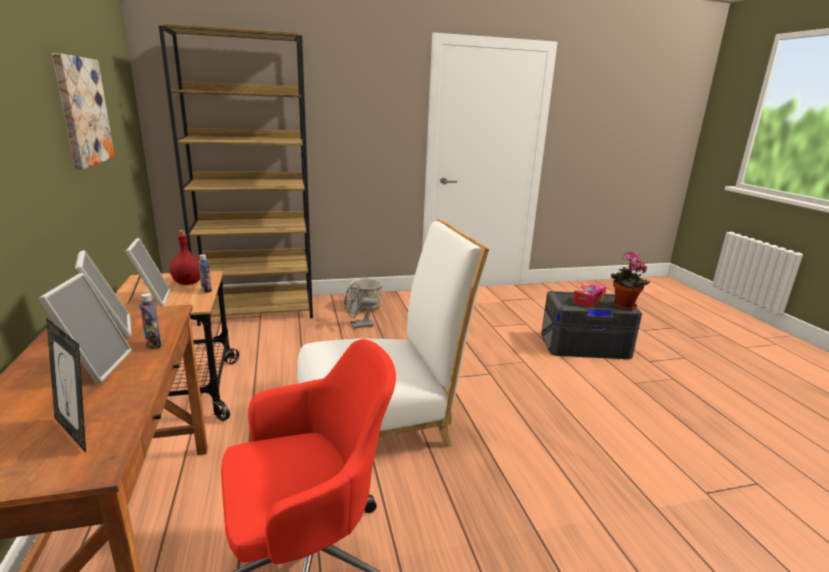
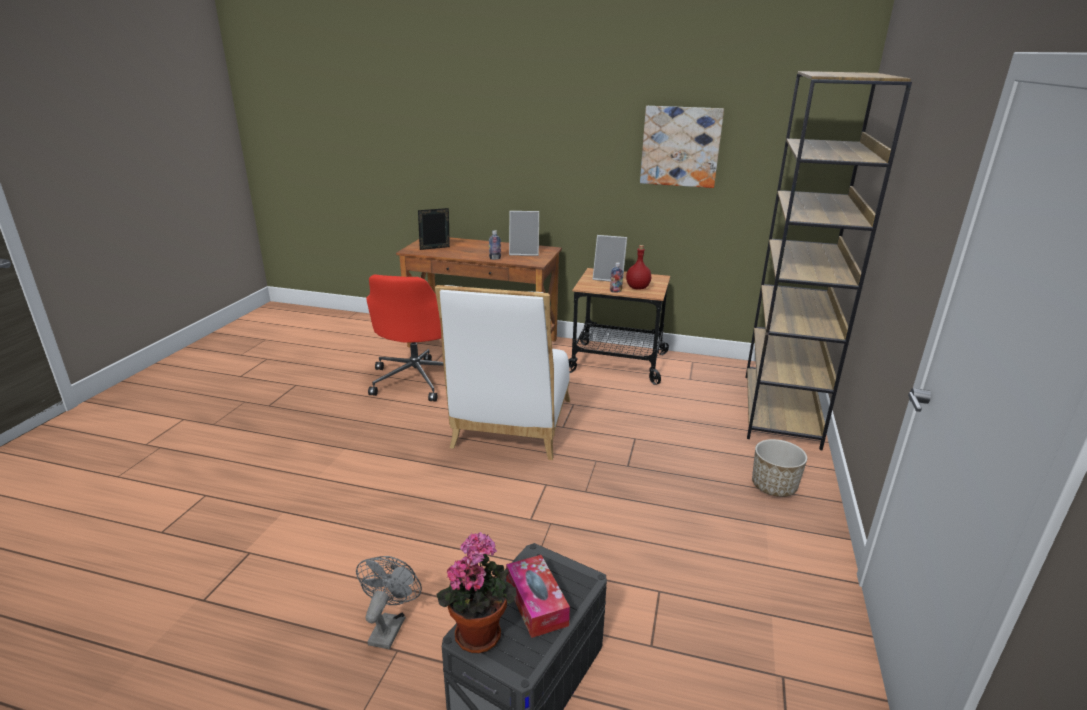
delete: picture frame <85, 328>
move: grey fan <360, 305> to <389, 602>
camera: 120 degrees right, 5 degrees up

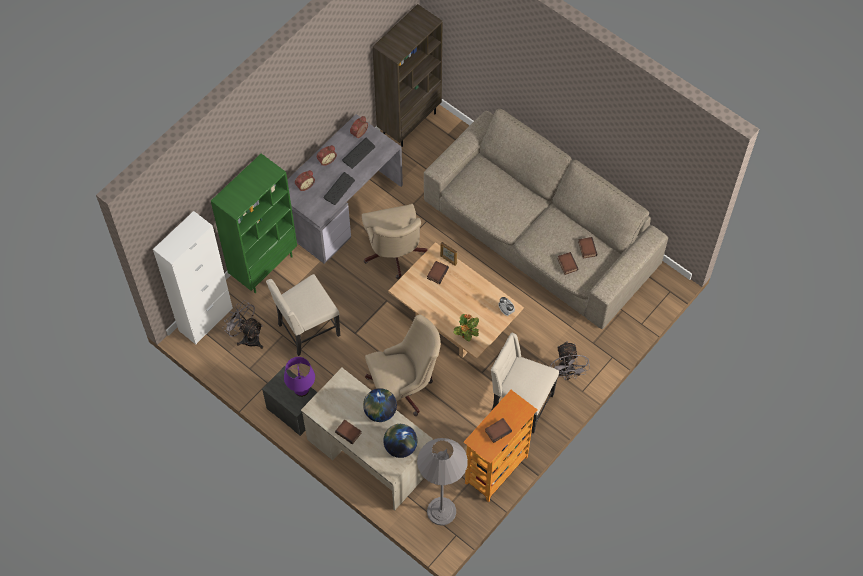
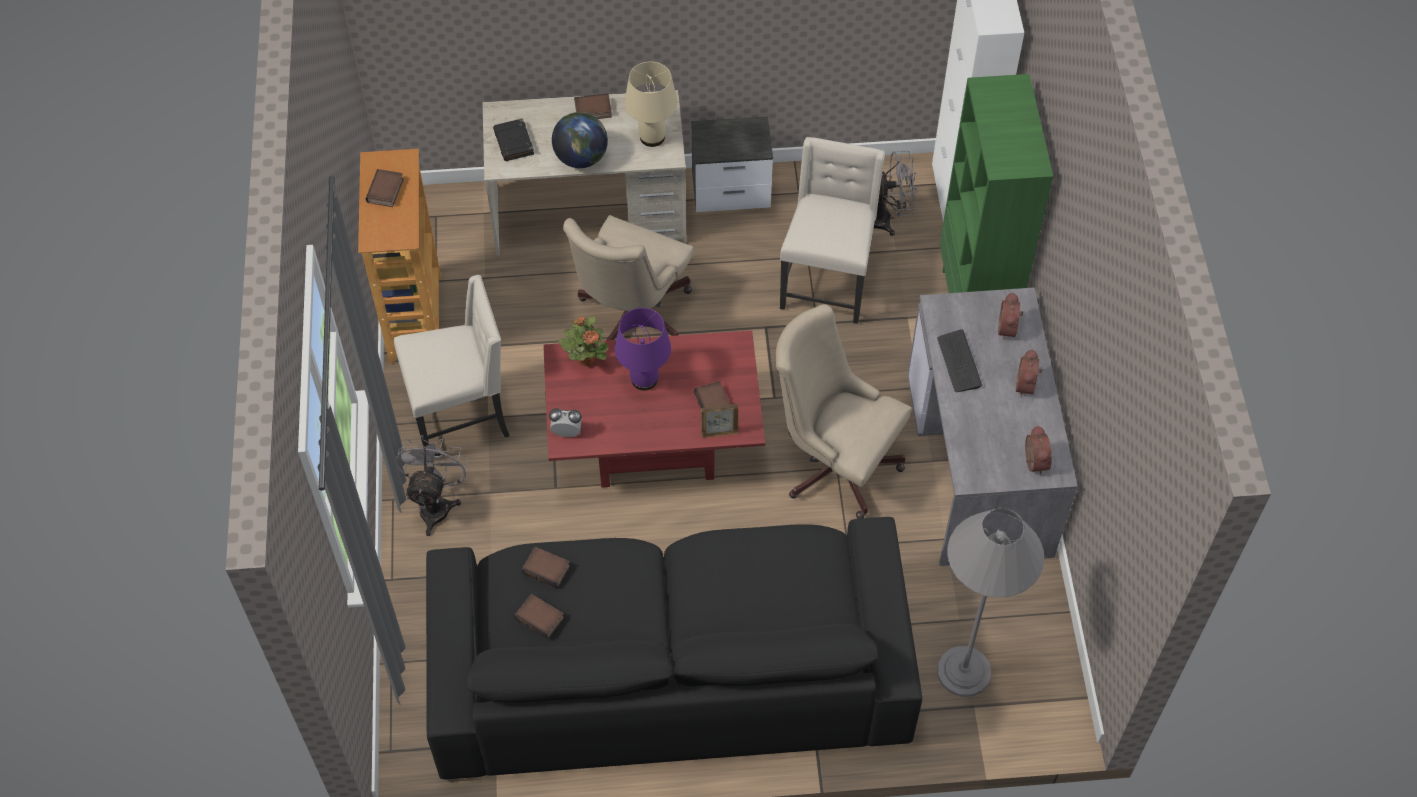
delete: keyboard <359, 153>; brown bookcase <407, 75>
insert: beige table lamp <651, 104>
move: purple table lamp <299, 377> to <643, 349>; grey floor lamp <442, 481> to <991, 602>
replace: globe <400, 441> to black book <513, 139>
recolor: beige coffee table <456, 300> to red coffee table <654, 409>; beige sofa <546, 218> to black sofa <674, 648>
rotate: grey fan <570, 361> = <432, 485> 60 degrees clockwise
camera: 135 degrees right, 5 degrees down

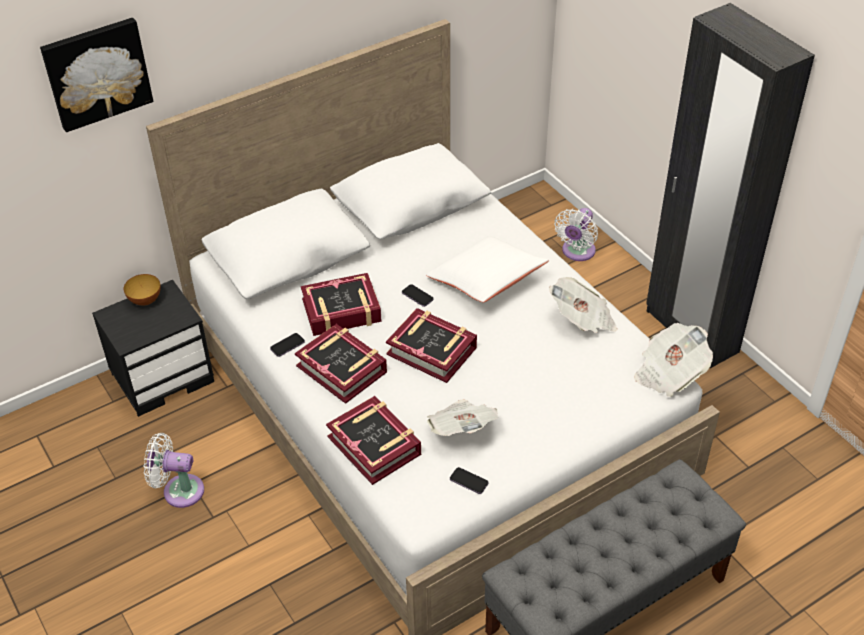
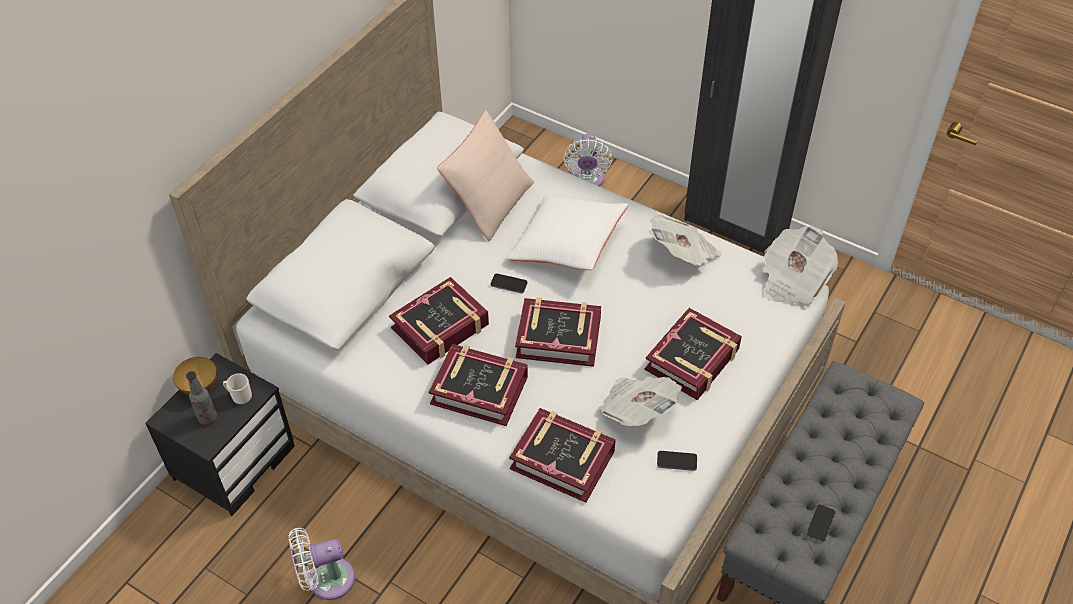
delete: picture <96, 75>
insert: bottle <201, 398>; mug <237, 388>; beige pillow <485, 175>; book <693, 354>
move: phone <287, 345> to <820, 523>
camera: 25 degrees left, 5 degrees up

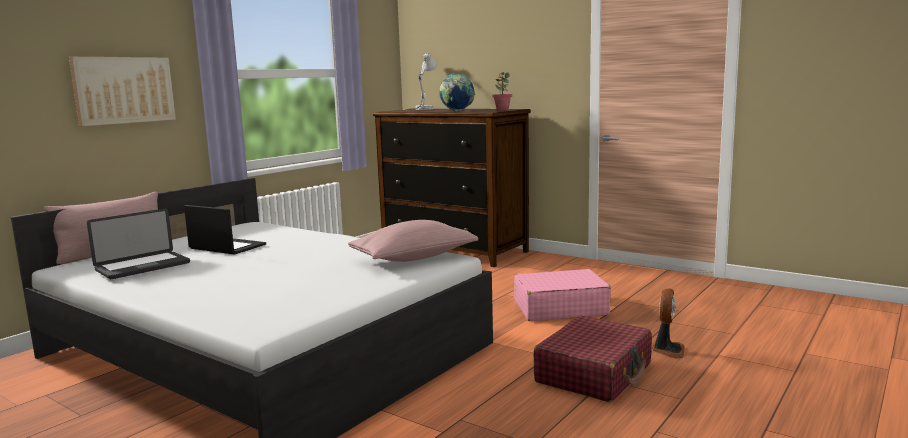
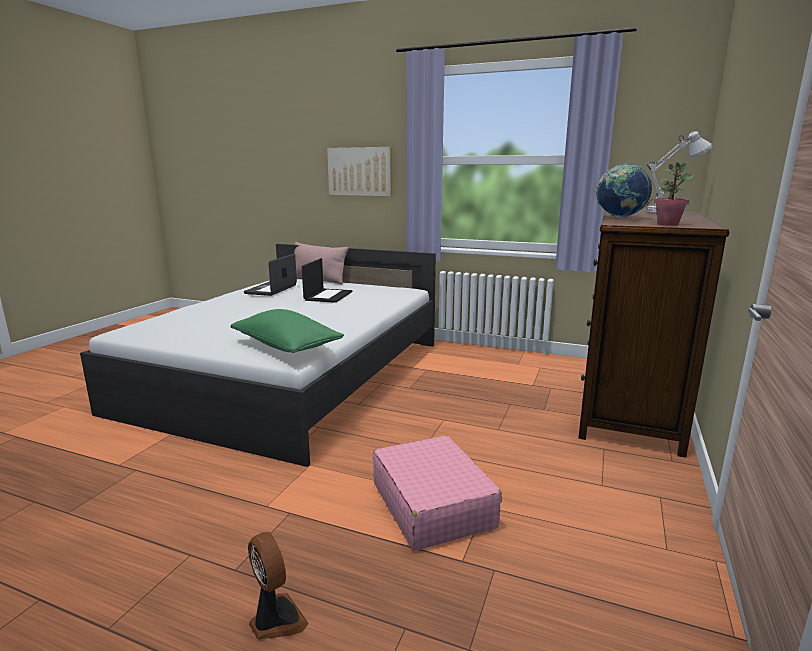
delete: red suitcase <592, 359>
recolor: pink pillow <413, 241> to green pillow <287, 331>
rotate: laptop <138, 244> = <270, 275> 75 degrees clockwise; fan <668, 323> = <278, 585> 135 degrees counterclockwise
camera: 75 degrees right, 5 degrees up

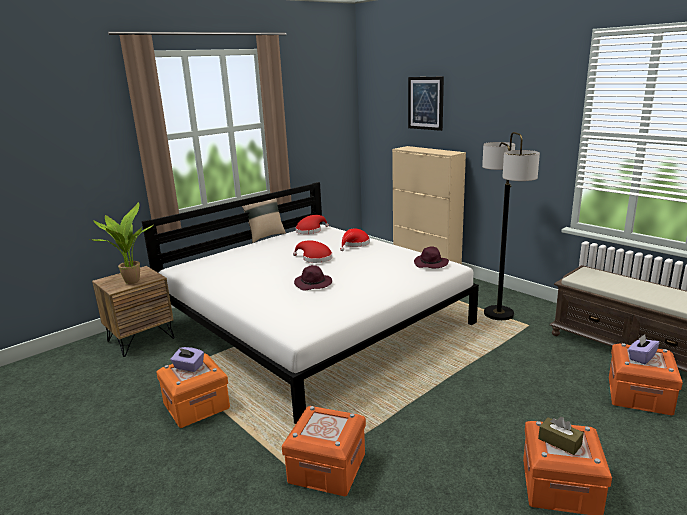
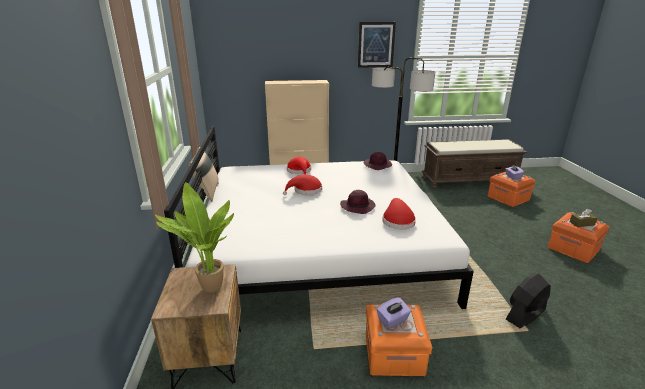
move: red hat <312, 224> to <399, 213>; picture <426, 104> to <377, 45>
replace: orange storage box <324, 451> to black fan <528, 301>
camera: 55 degrees left, 5 degrees up

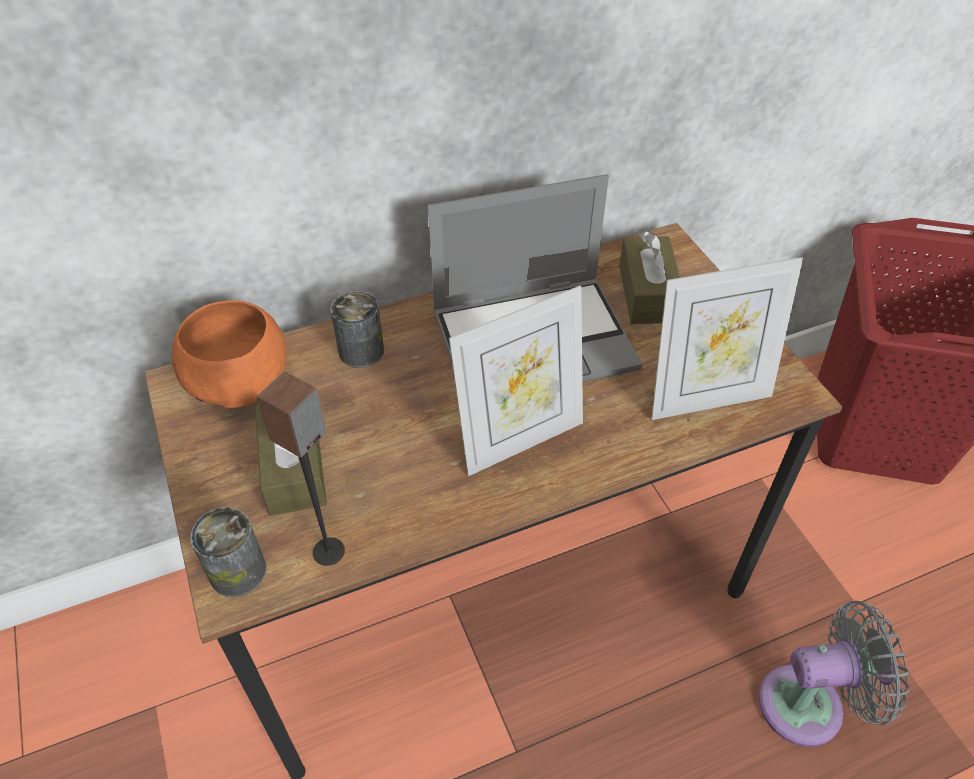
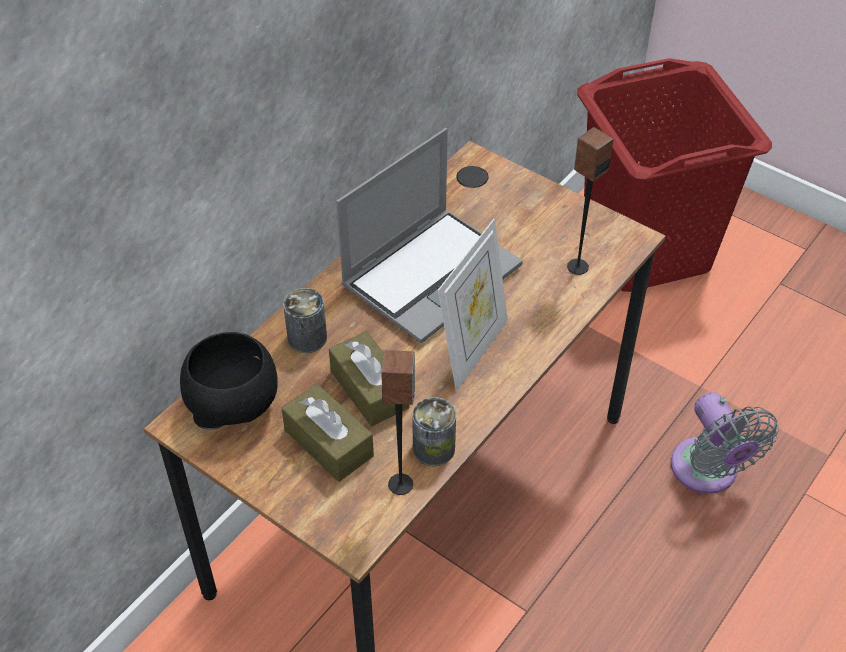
move: can <228, 552> to <434, 431>; brown tissue box <649, 277> to <369, 378>
replace: picture frame <727, 338> to speaker <590, 201>
recolor: orange bowl <229, 354> to black bowl <229, 378>
rotate: grey fan <834, 674> = <725, 443> 105 degrees clockwise
camera: 30 degrees left, 0 degrees up

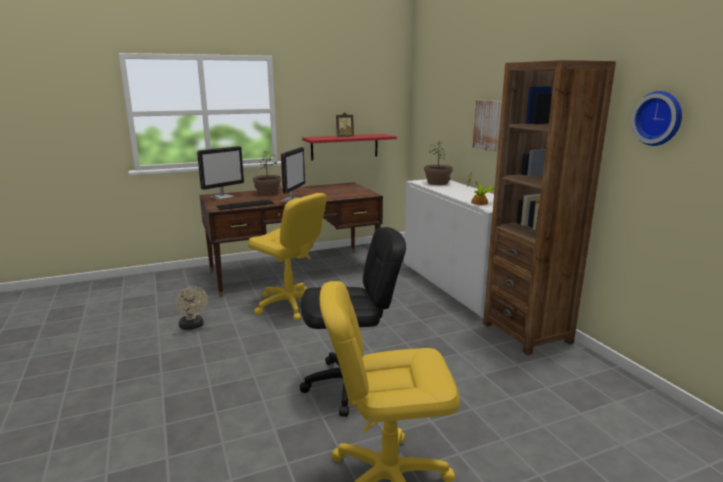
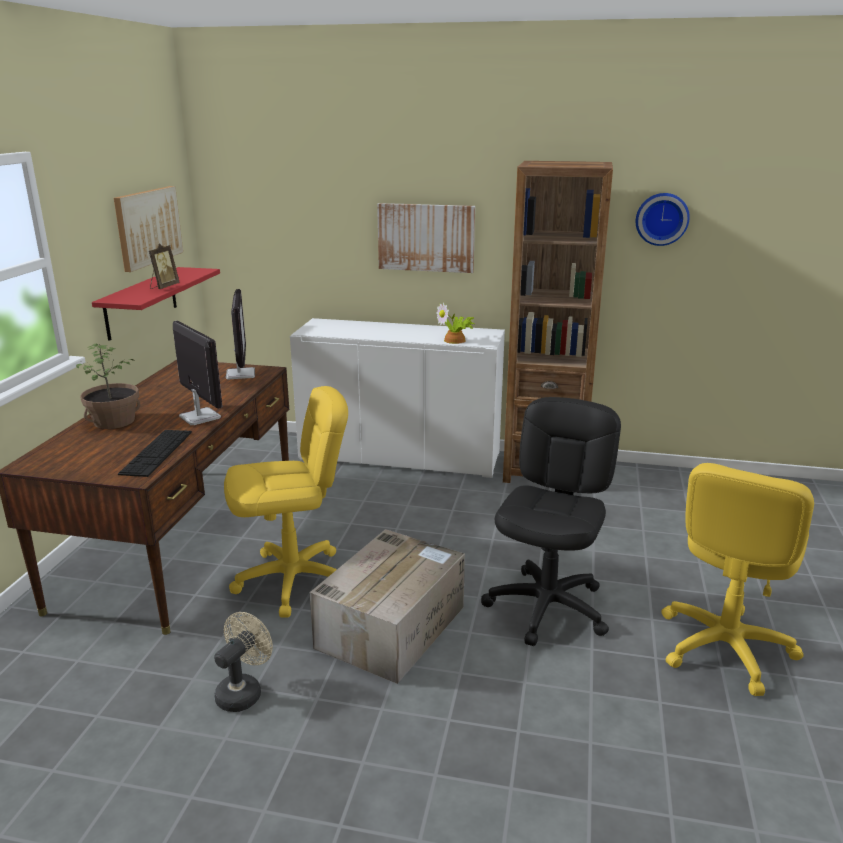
delete: potted plant <438, 163>
insert: picture <148, 229>; cardboard box <387, 606>
move: monitor <220, 173> to <240, 334>
rotate: beige fan <191, 308> = <243, 662> 60 degrees counterclockwise
camera: 55 degrees left, 5 degrees up

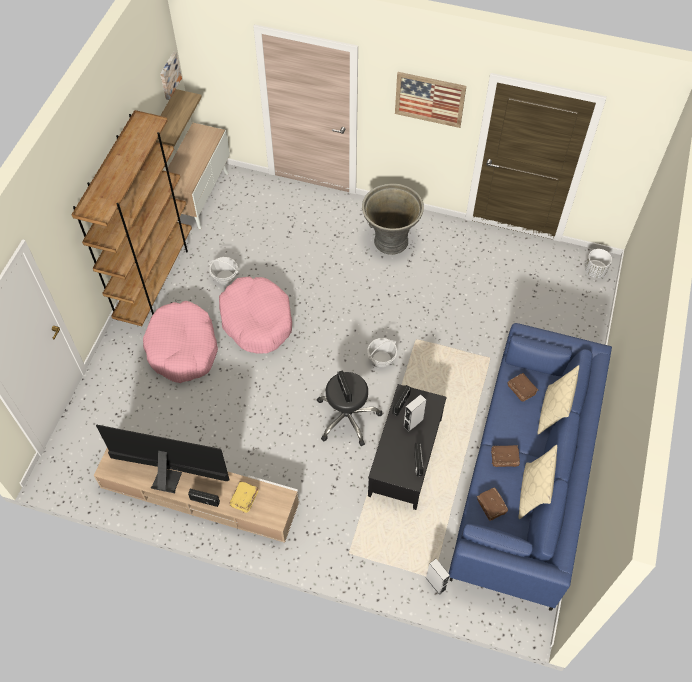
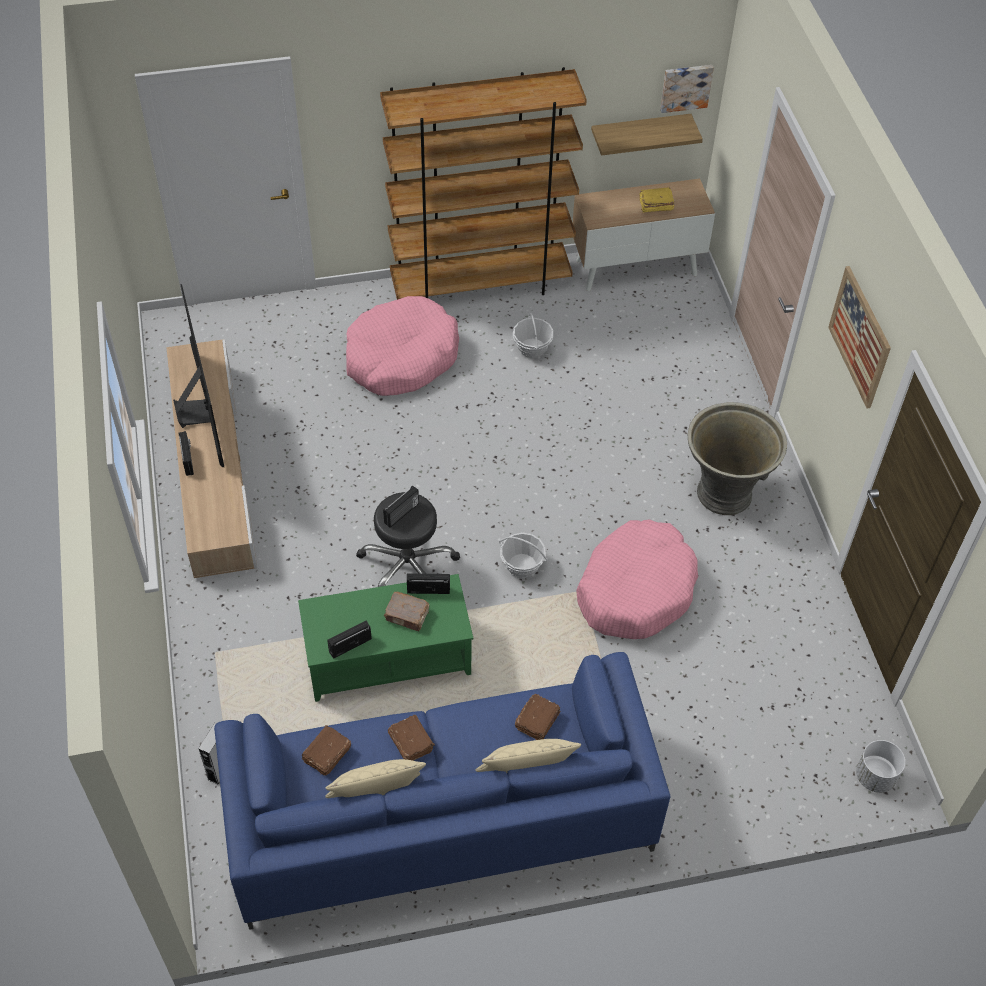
move: pink dog bed <255, 315> to <637, 579>; yellow book <244, 497> to <656, 200>
replace: grey speaker <414, 413> to brown book <406, 611>
recolor: black coffee table <407, 447> to green coffee table <385, 638>
camera: 60 degrees right, 5 degrees down

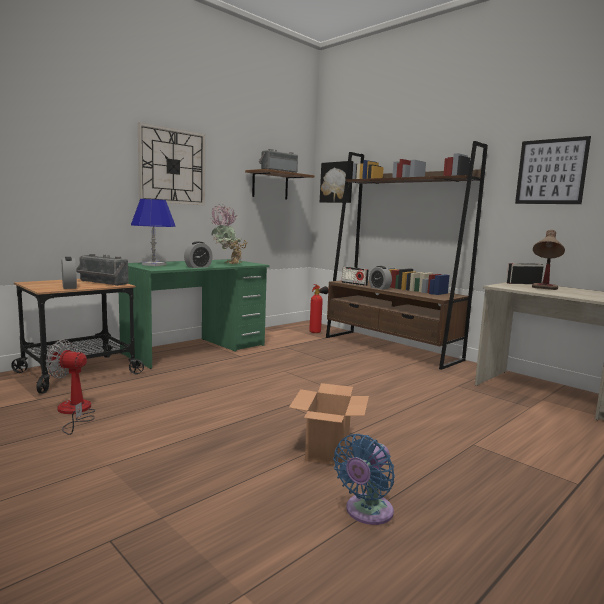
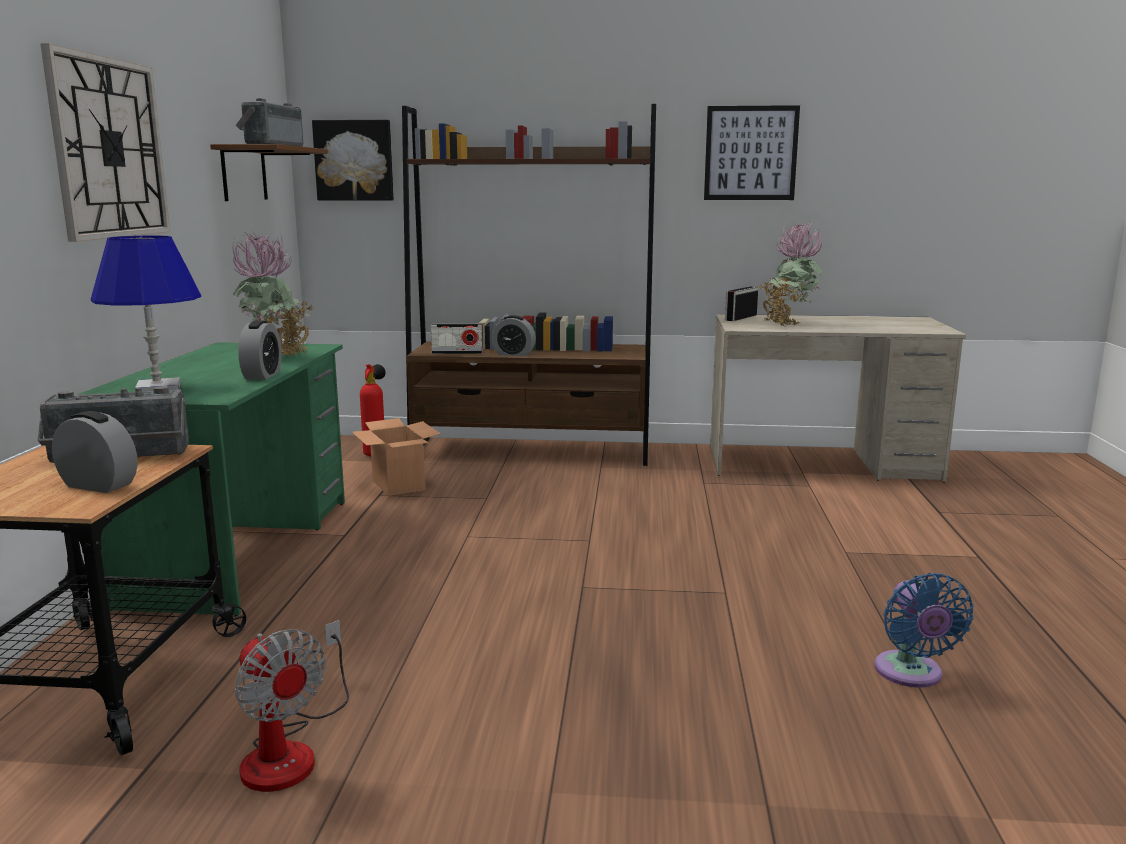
move: cardboard box <329, 424> to <396, 457>
replace: table lamp <548, 260> to potted plant <791, 274>
rotate: fan <71, 387> = <292, 706> 105 degrees counterclockwise
camera: 40 degrees left, 5 degrees up

